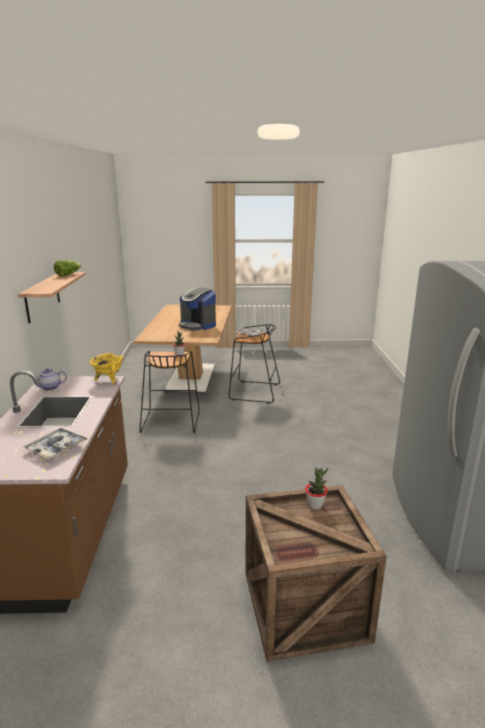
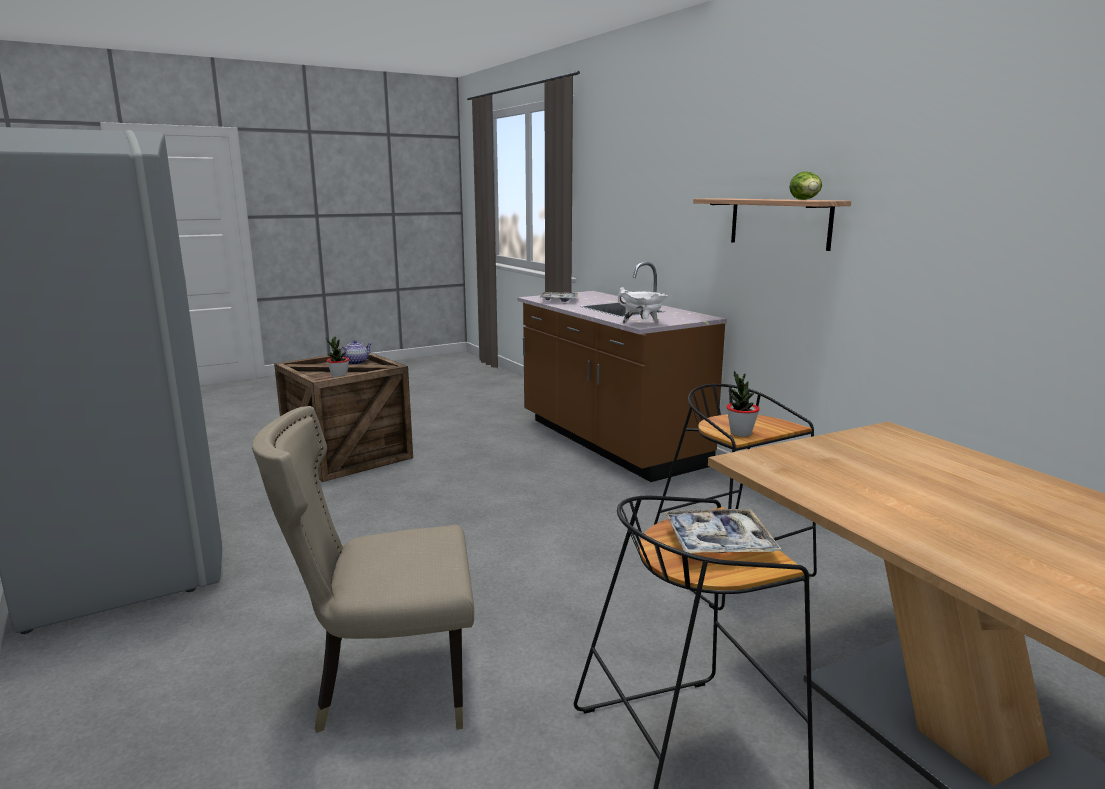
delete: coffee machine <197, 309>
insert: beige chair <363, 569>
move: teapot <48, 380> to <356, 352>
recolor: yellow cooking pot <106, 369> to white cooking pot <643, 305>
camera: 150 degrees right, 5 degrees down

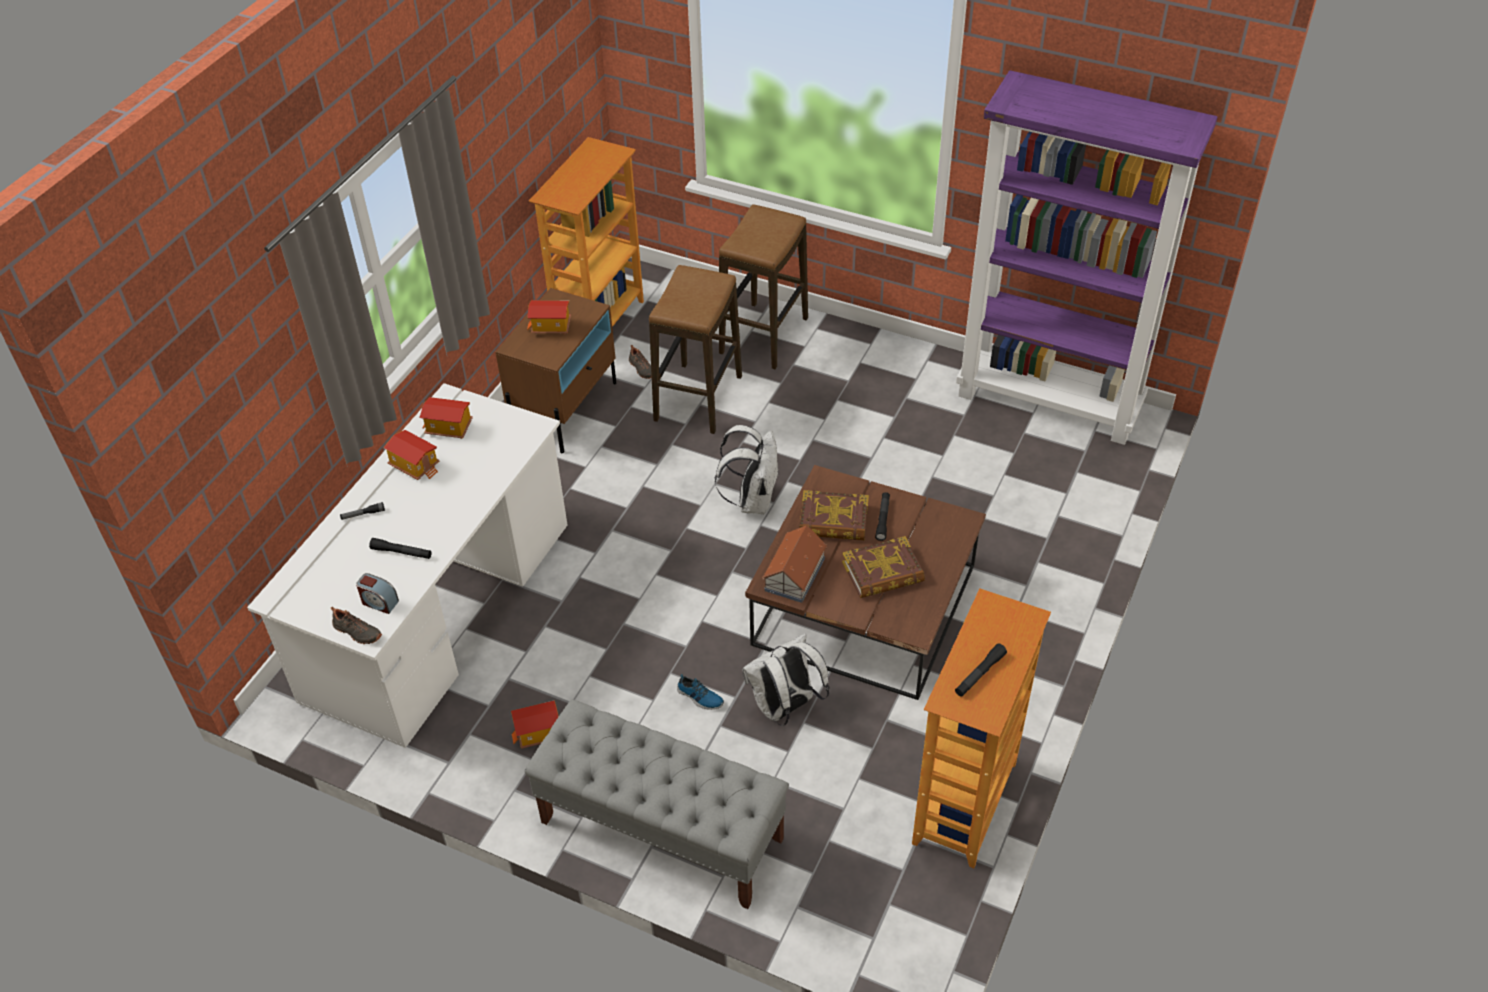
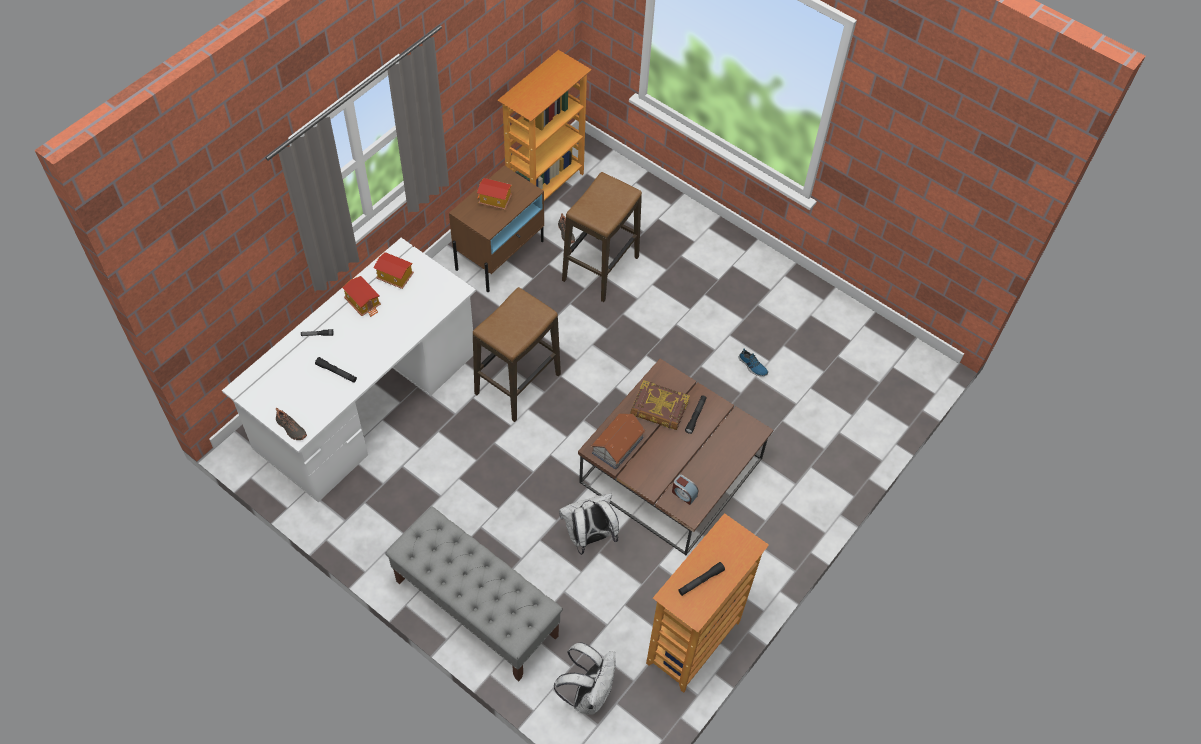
delete: toy house <535, 724>; book <883, 567>; purple bookcase <1087, 257>
move: alarm clock <377, 593> to <685, 489>; shoe <700, 692> to <753, 362>; white backpack <747, 469> to <585, 679>; stool <763, 286> to <517, 354>
camera: 10 degrees right, 10 degrees up

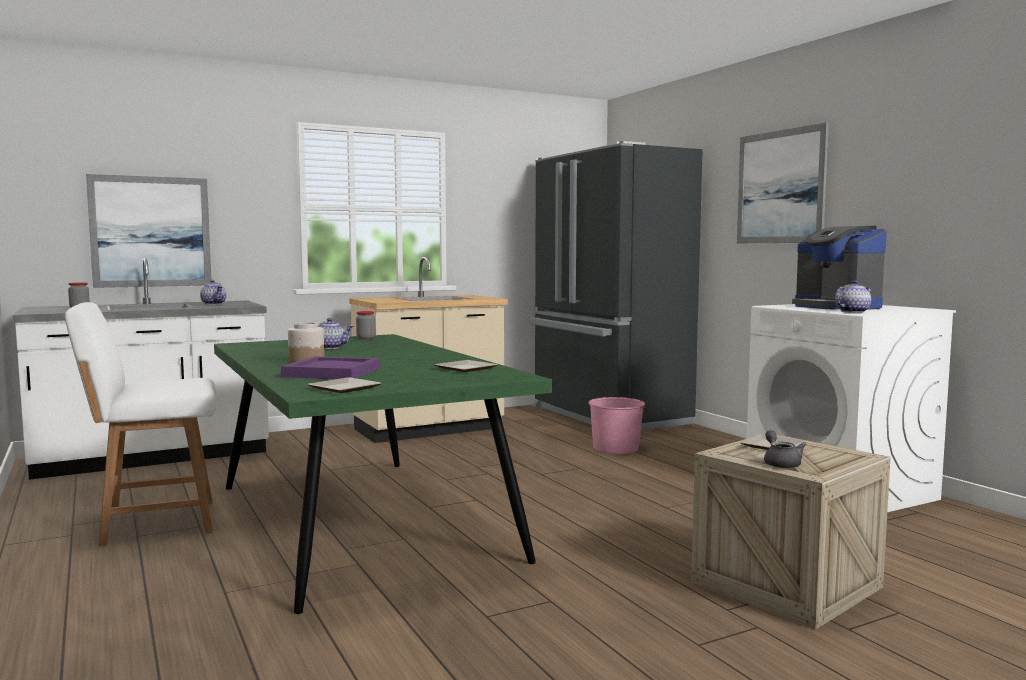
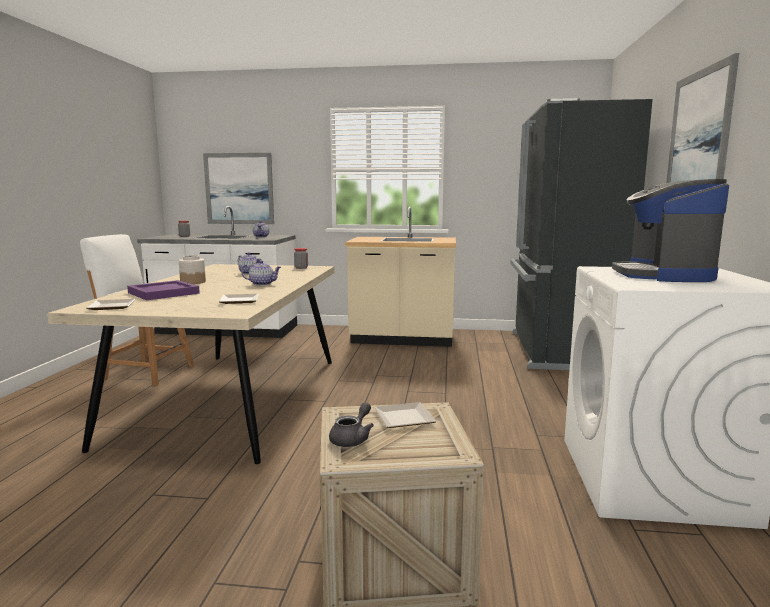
delete: pink bucket <618, 425>
move: teapot <853, 296> to <261, 273>
recolor: green dining table <383, 474> to beige dining table <191, 364>
camera: 35 degrees right, 5 degrees up

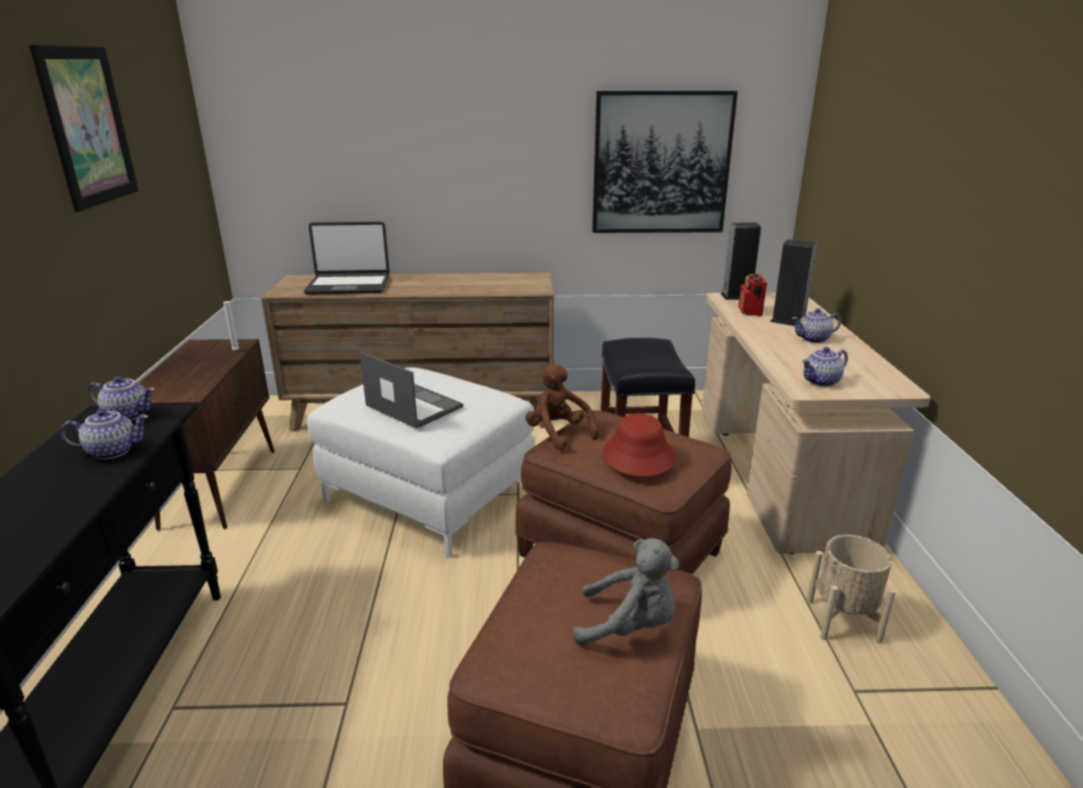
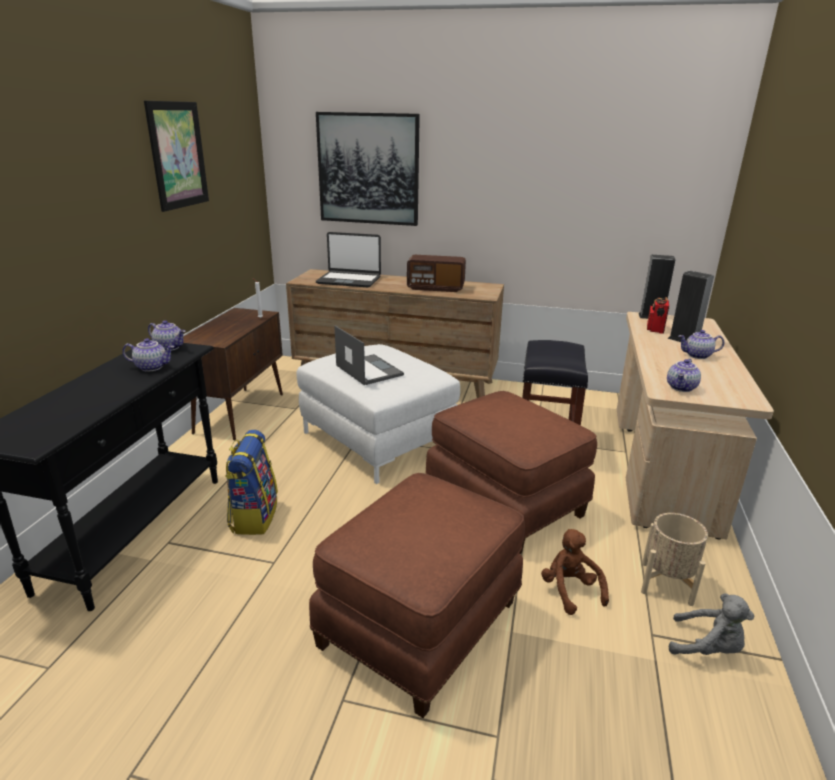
delete: red hat <639, 445>
insert: backpack <251, 482>; radio <436, 273>
move: brown plush toy <562, 407> to <575, 572>; grey plush toy <626, 592> to <711, 624>; picture <665, 162> to <368, 169>
rotate: teapot <825, 367> = <684, 375> 45 degrees counterclockwise
camera: 15 degrees right, 0 degrees up

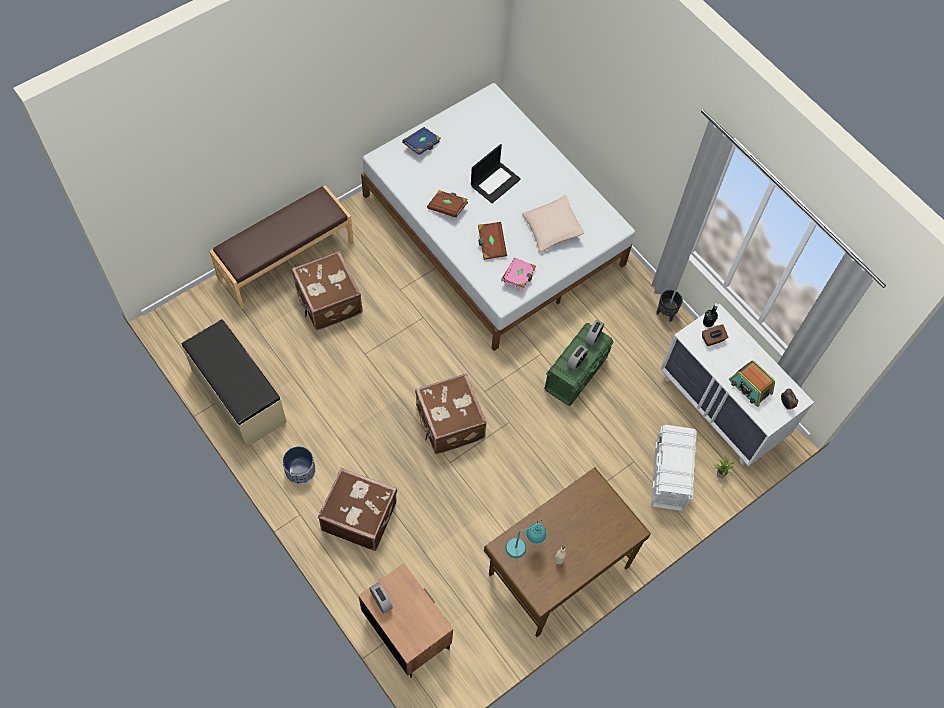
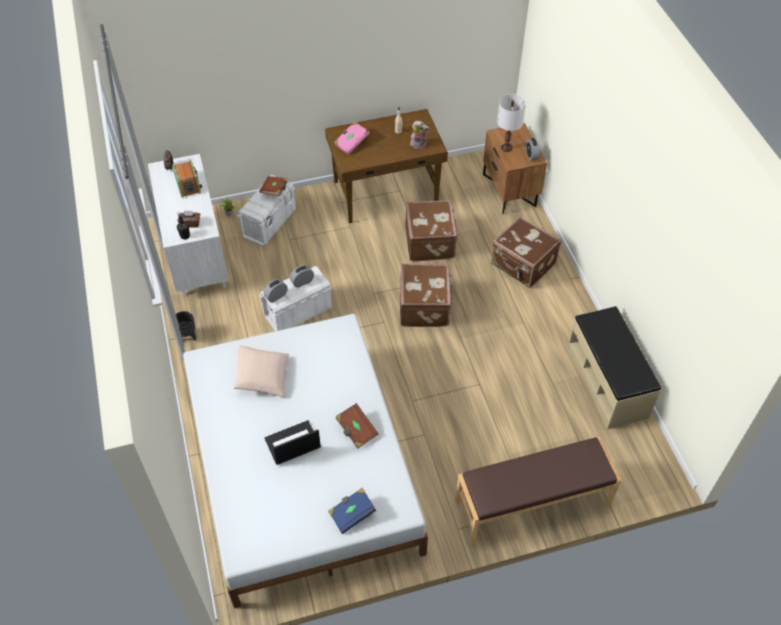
delete: planter <299, 465>
insert: white table lamp <511, 123>
move: brown suitcase <327, 290> to <431, 230>; brown book <492, 241> to <273, 186>; pink book <518, 274> to <351, 137>
replace: turquoise table lamp <526, 539> to plush toy <419, 135>
recolor: green storage box <579, 364> to white storage box <295, 298>
camera: 155 degrees left, 10 degrees down

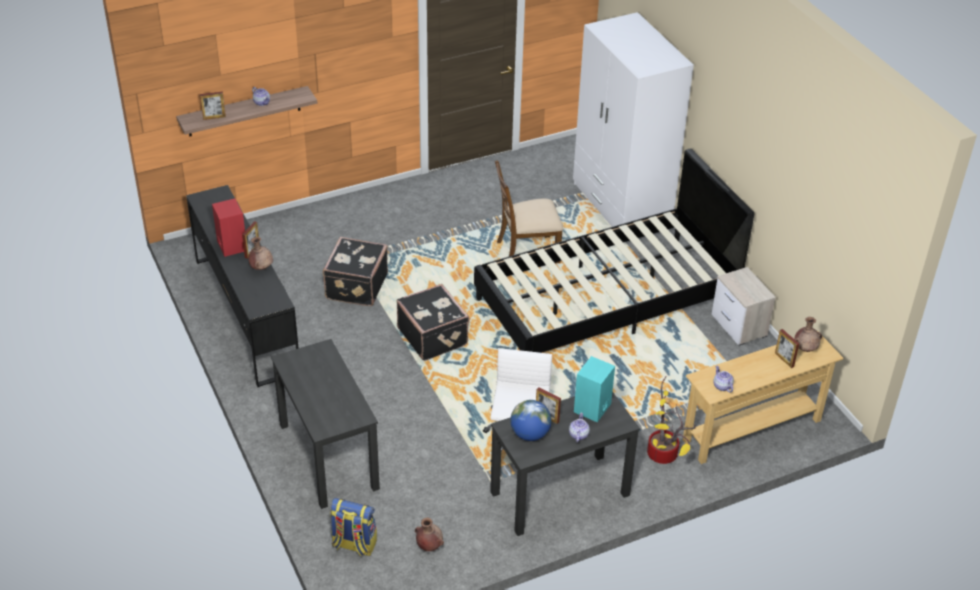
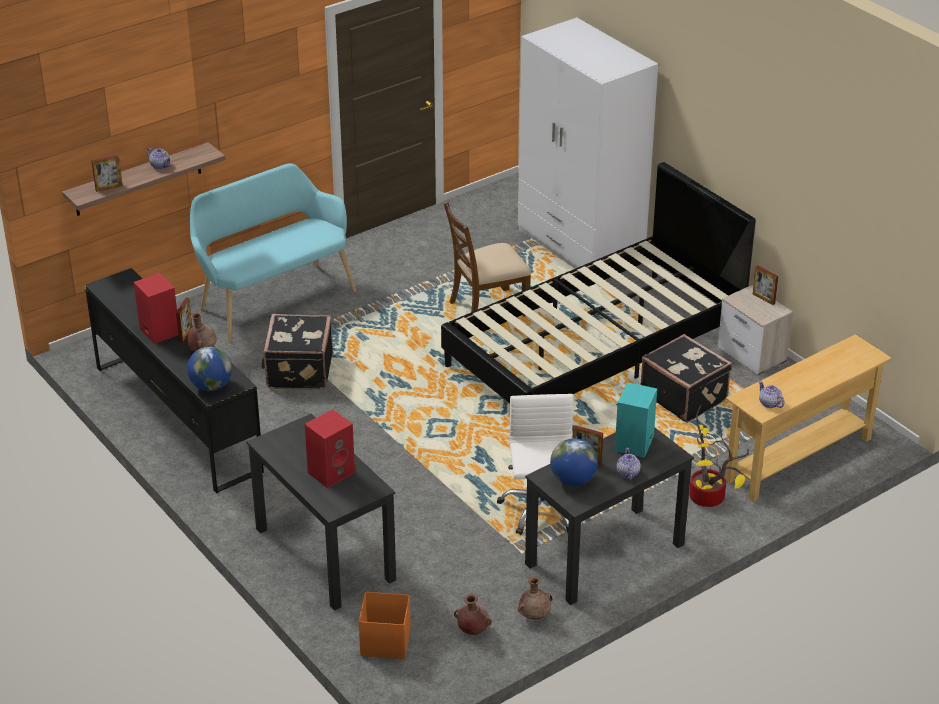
insert: globe <209, 368>; turquoise bench <273, 252>; red speaker <330, 448>
move: black suitcase <433, 322> to <686, 378>; picture frame <787, 348> to <765, 285>; brown vase <808, 334> to <535, 598>
replace: backpack <353, 527> to orange storage box <385, 625>
camera: 10 degrees left, 5 degrees down

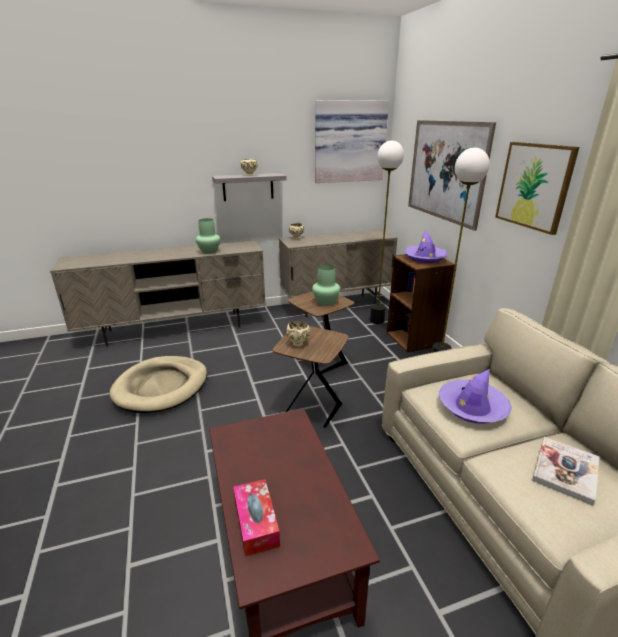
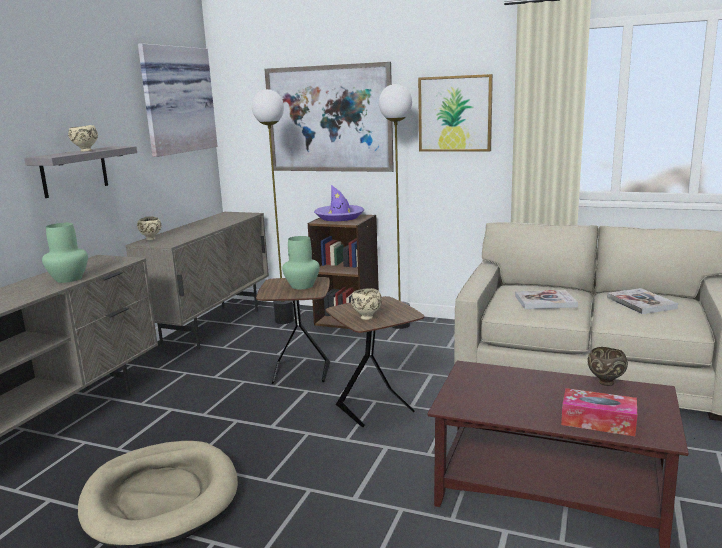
insert: brown bowl <607, 366>
replace: purple hat <475, 396> to book <546, 299>
camera: 50 degrees left, 10 degrees down

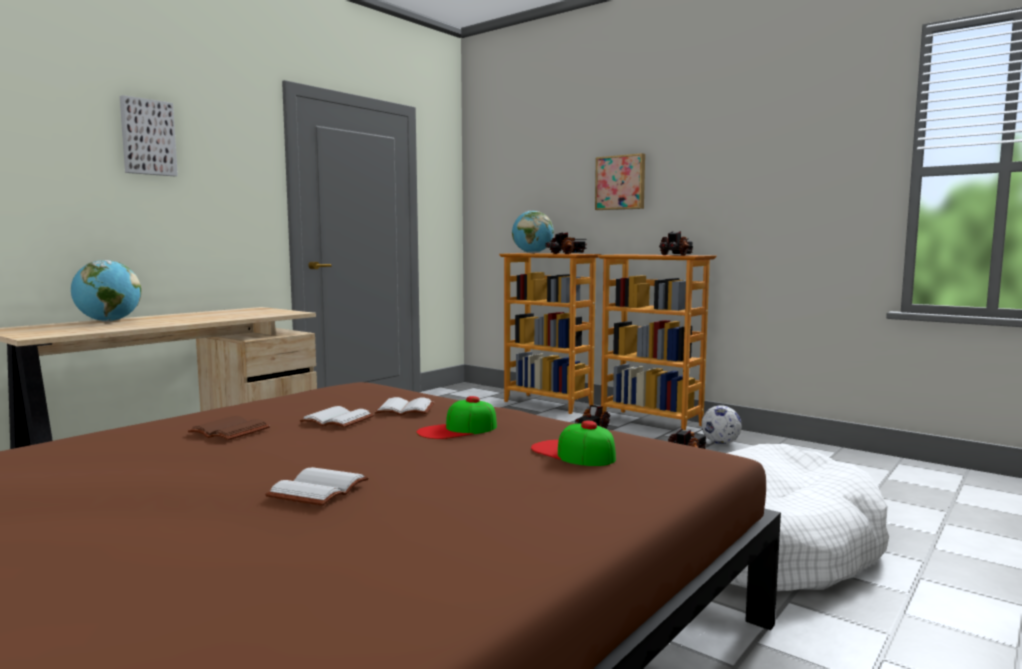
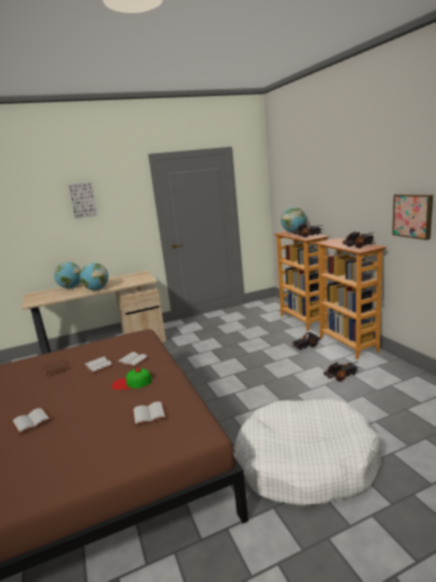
delete: football <721, 424>
insert: globe <94, 276>
move: picture <620, 181> to <412, 217>
replace: cap <573, 443> to white book <149, 414>
camera: 30 degrees right, 10 degrees up

